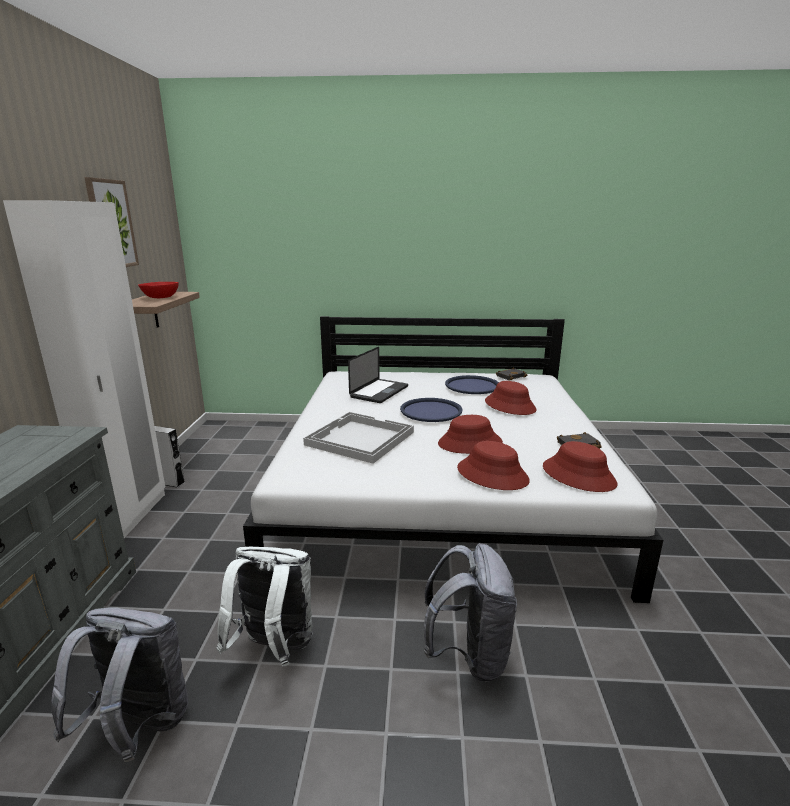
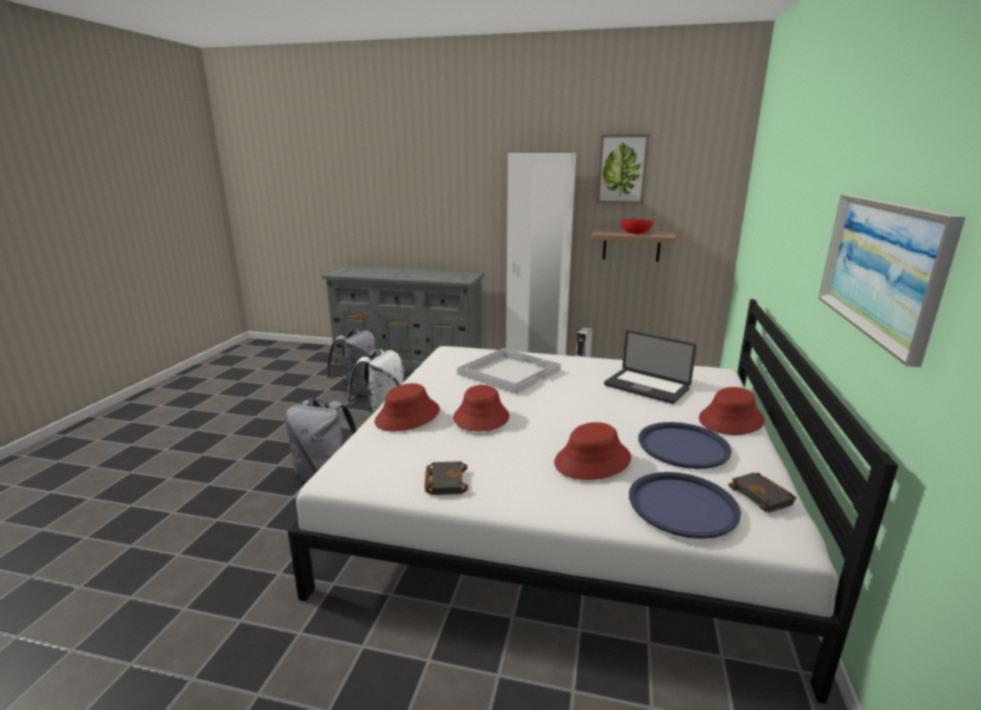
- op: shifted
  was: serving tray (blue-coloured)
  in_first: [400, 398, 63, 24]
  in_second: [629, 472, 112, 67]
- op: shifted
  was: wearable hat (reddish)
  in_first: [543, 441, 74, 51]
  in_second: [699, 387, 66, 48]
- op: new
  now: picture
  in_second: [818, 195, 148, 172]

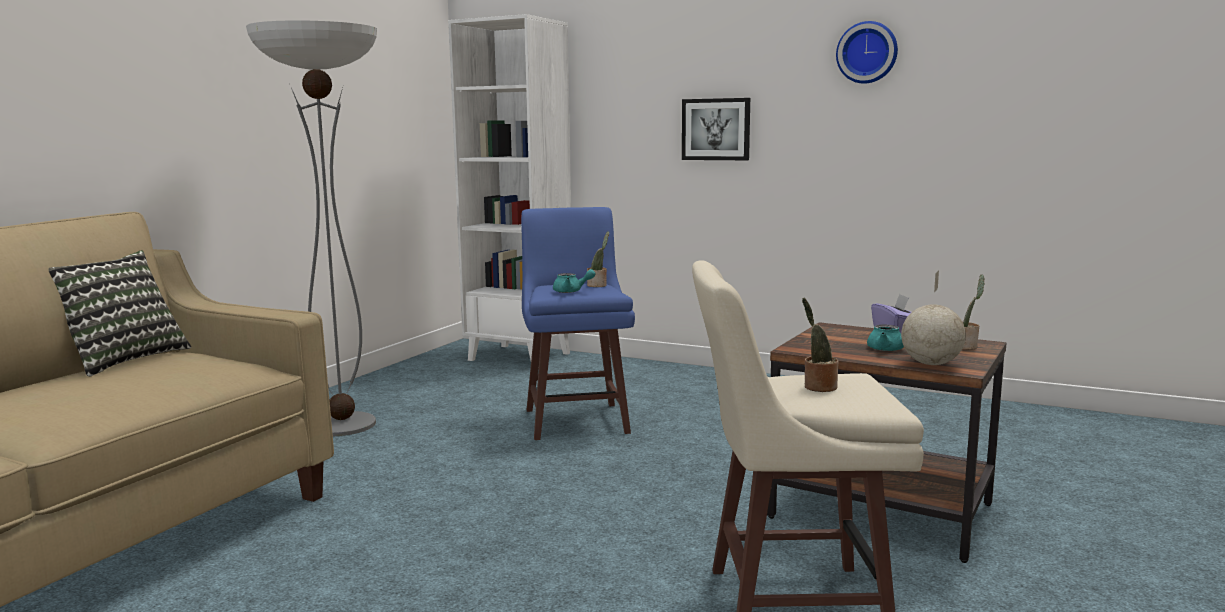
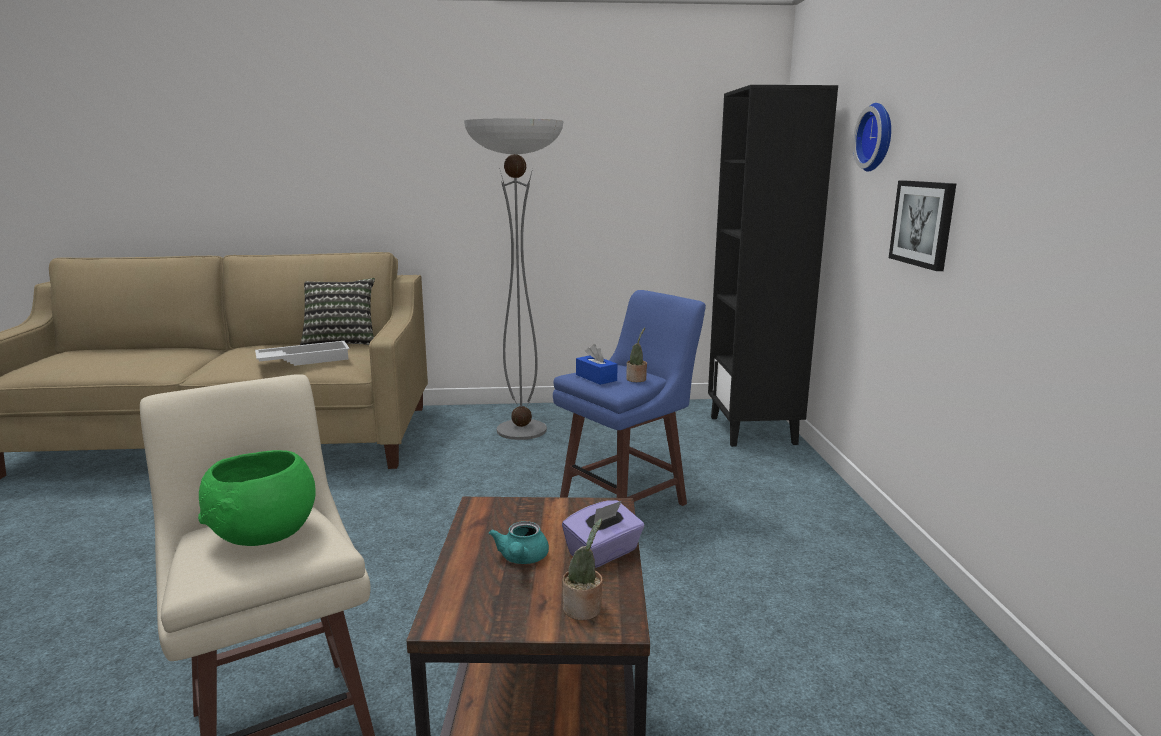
- op: repainted
  was: bookshelf (whitish)
  now: bookshelf (black)
  in_first: [448, 14, 123, 355]
  in_second: [708, 85, 130, 362]
- op: swapped
  was: teapot (turquoise)
  now: tissue box (blue-coloured)
  in_first: [553, 269, 43, 24]
  in_second: [576, 344, 42, 41]
- op: swapped
  was: houseplant
  now: bowl (green)
  in_first: [802, 298, 37, 94]
  in_second: [198, 450, 118, 96]
- op: shifted
  was: clock on the wall
  in_first: [836, 21, 62, 63]
  in_second: [853, 103, 38, 68]
- op: gone
  was: world globe
  in_first: [901, 270, 65, 95]
- op: new
  now: serving tray (whitish)
  in_second: [255, 341, 95, 25]

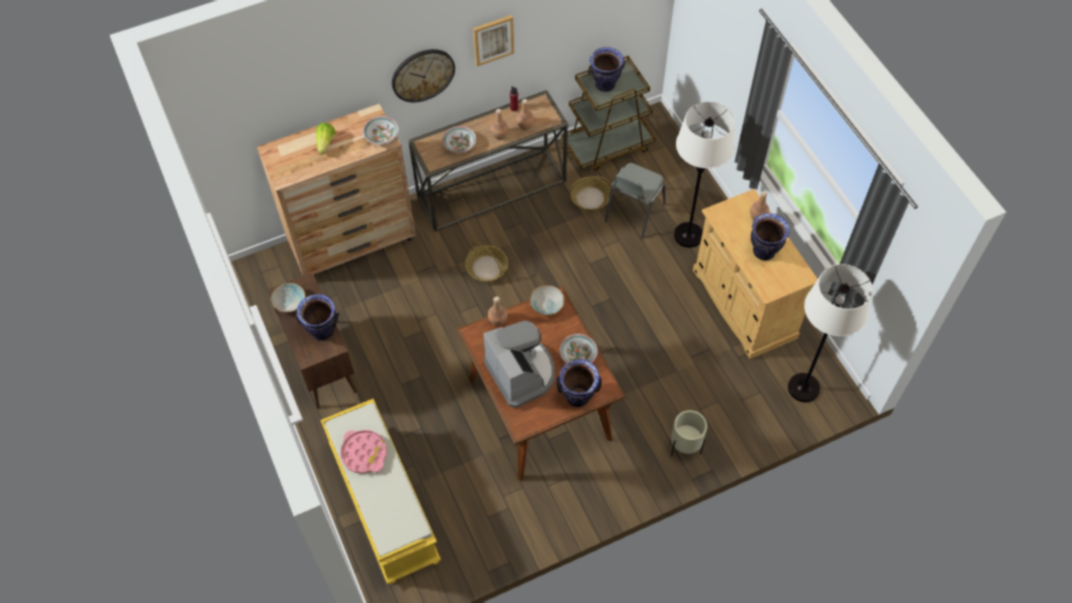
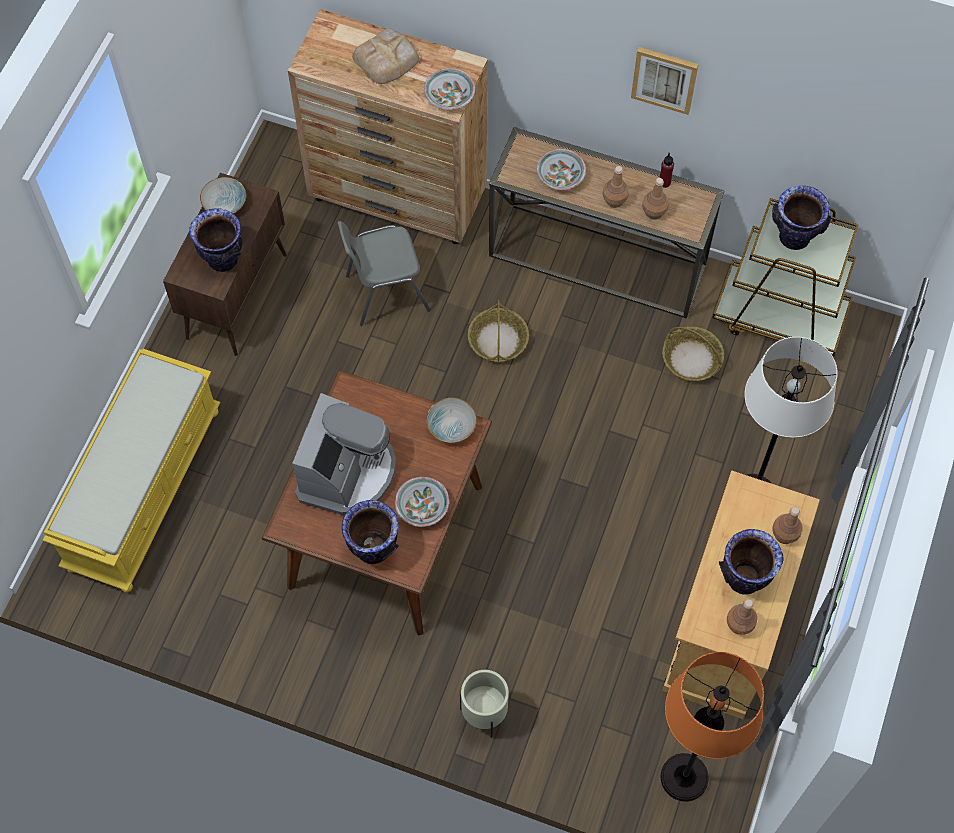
- op: swapped
  was: head of lettuce
  now: bread
  in_first: [316, 123, 19, 31]
  in_second: [352, 28, 67, 56]
- op: gone
  was: serving tray (pink-coloured)
  in_first: [340, 430, 47, 44]
- op: gone
  was: clock on the wall
  in_first: [392, 49, 63, 53]
- op: shifted
  was: drink bottle (brownish)
  in_first: [488, 296, 20, 30]
  in_second: [727, 599, 30, 36]
- op: shifted
  was: upright chair (greyish)
  in_first: [605, 163, 61, 75]
  in_second: [338, 221, 93, 105]
- op: repainted
  was: floor lamp (whitish)
  now: floor lamp (orange)
  in_first: [788, 264, 85, 138]
  in_second: [661, 652, 103, 150]

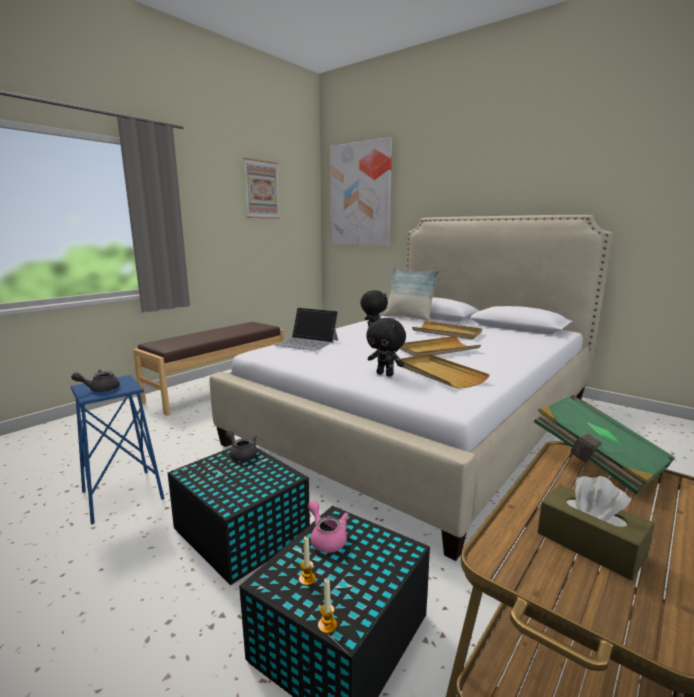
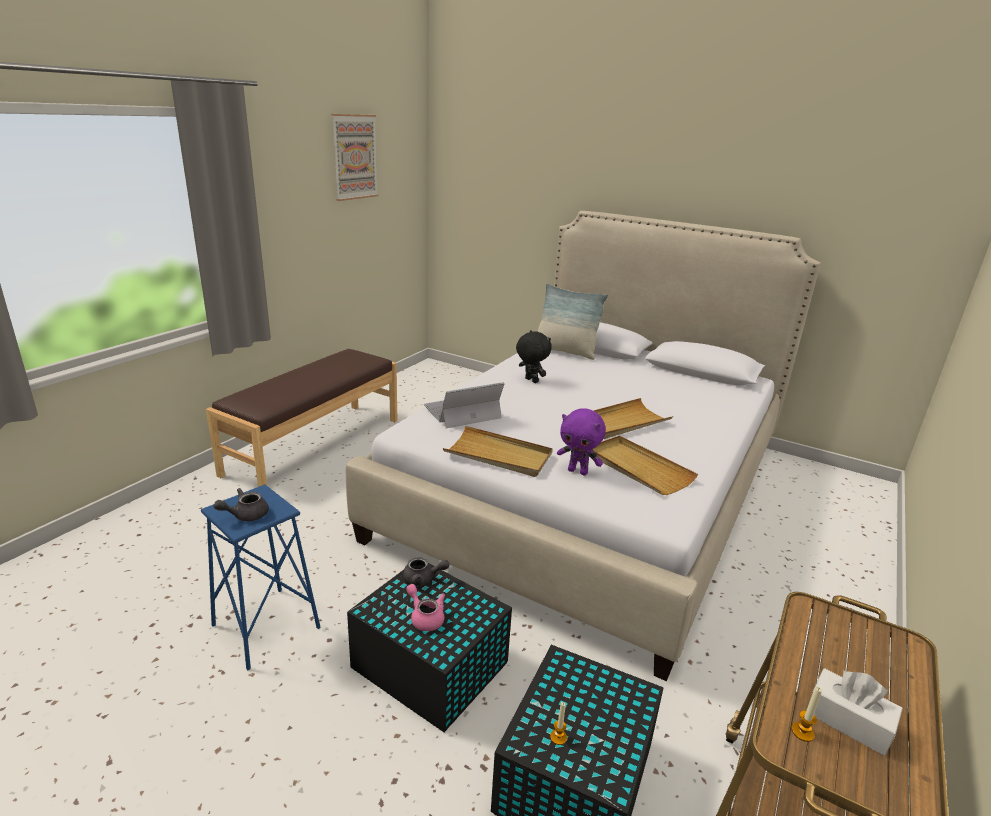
- op: rotated
  was: teapot (greyish)
  in_first: [226, 430, 31, 31]
  in_second: [403, 557, 46, 29]
  clockwise: 150
- op: rotated
  was: notebook computer
  in_first: [275, 307, 64, 44]
  in_second: [424, 382, 81, 46]
  clockwise: 135
- op: shifted
  was: teapot (pink-coloured)
  in_first: [308, 500, 41, 53]
  in_second: [406, 584, 39, 47]
- op: shifted
  was: wax light
  in_first: [318, 578, 19, 56]
  in_second: [791, 687, 31, 55]
- op: gone
  was: picture
  in_first: [330, 137, 62, 109]
- op: repainted
  was: cuddly toy (black)
  now: cuddly toy (purple)
  in_first: [366, 318, 40, 59]
  in_second: [557, 408, 49, 67]
- op: shifted
  was: serving tray (beige-coloured)
  in_first: [412, 321, 70, 19]
  in_second: [443, 426, 110, 51]
- op: gone
  was: book (green)
  in_first: [534, 395, 141, 100]
- op: repainted
  was: tissue box (brownish)
  now: tissue box (whitish)
  in_first: [537, 476, 117, 105]
  in_second: [806, 668, 97, 88]

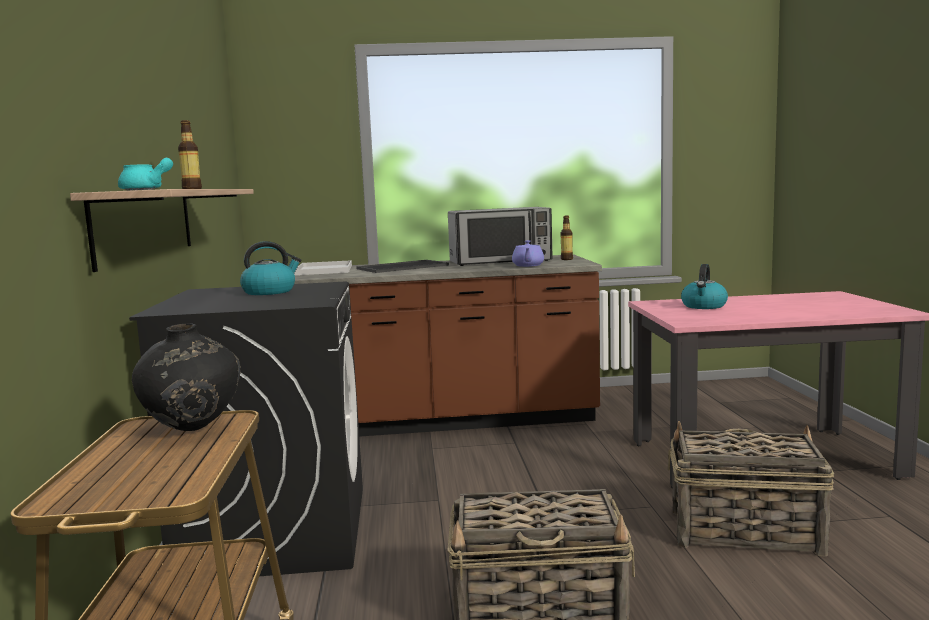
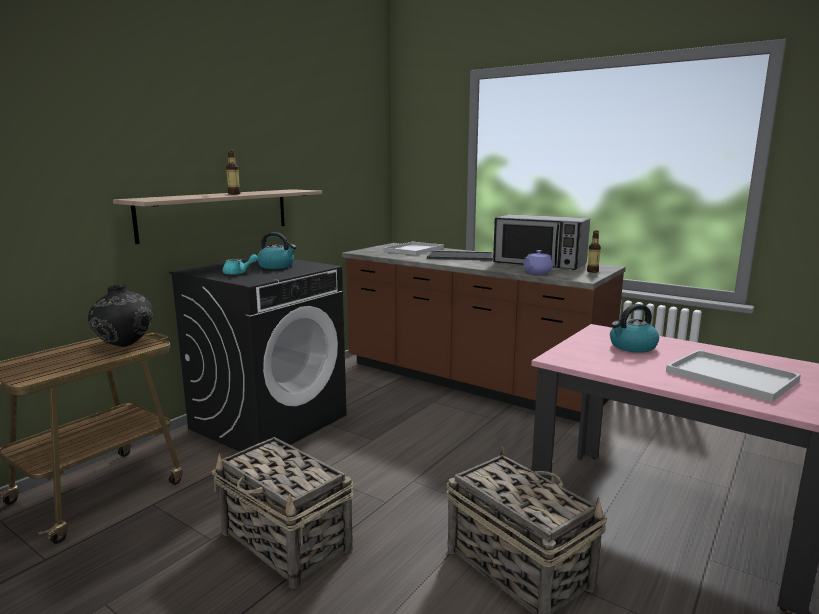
- op: shifted
  was: teapot (turquoise)
  in_first: [118, 158, 55, 33]
  in_second: [223, 254, 35, 21]
- op: new
  now: serving tray (whitish)
  in_second: [666, 350, 135, 52]

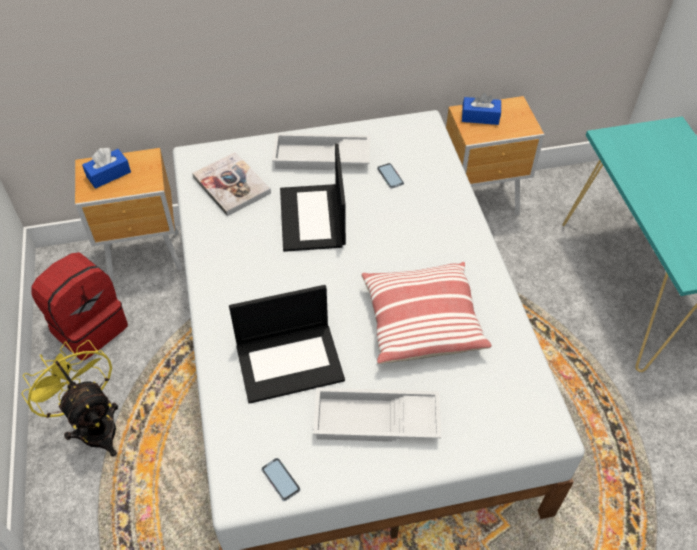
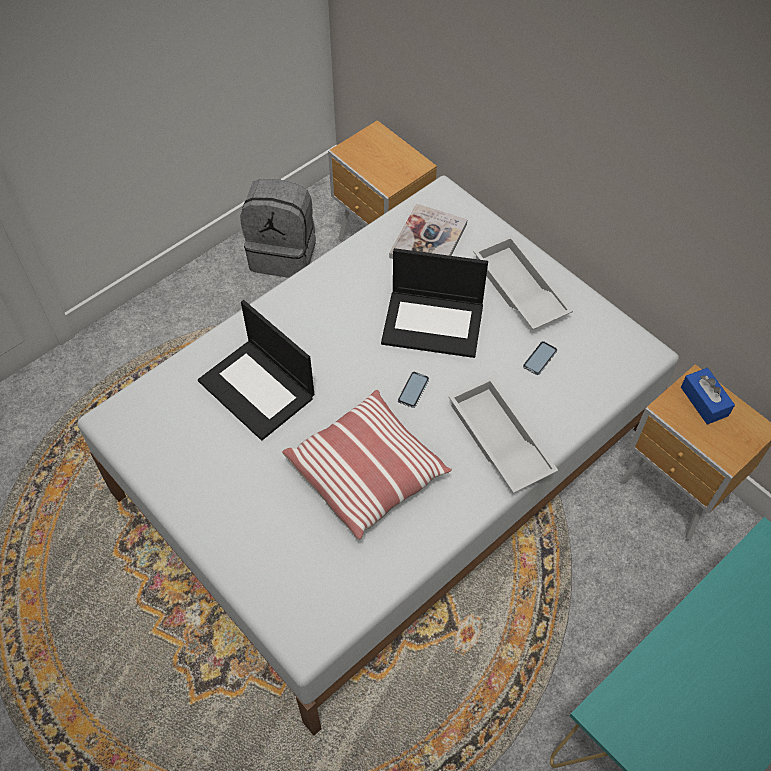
- op: gone
  was: cooling fan (yellow)
  in_first: [22, 340, 96, 117]
- op: repainted
  was: backpack (reddish)
  now: backpack (greyish)
  in_first: [31, 252, 97, 108]
  in_second: [240, 179, 76, 99]
- op: gone
  was: tissue box (blue-coloured)
  in_first: [82, 147, 49, 42]
- op: shifted
  was: handset
  in_first: [262, 458, 38, 43]
  in_second: [398, 372, 31, 36]
- op: rotated
  was: notebook computer
  in_first: [280, 143, 66, 109]
  in_second: [381, 248, 107, 110]
  clockwise: -135
- op: shifted
  was: serving tray (whitish)
  in_first: [313, 388, 128, 54]
  in_second: [449, 376, 109, 117]

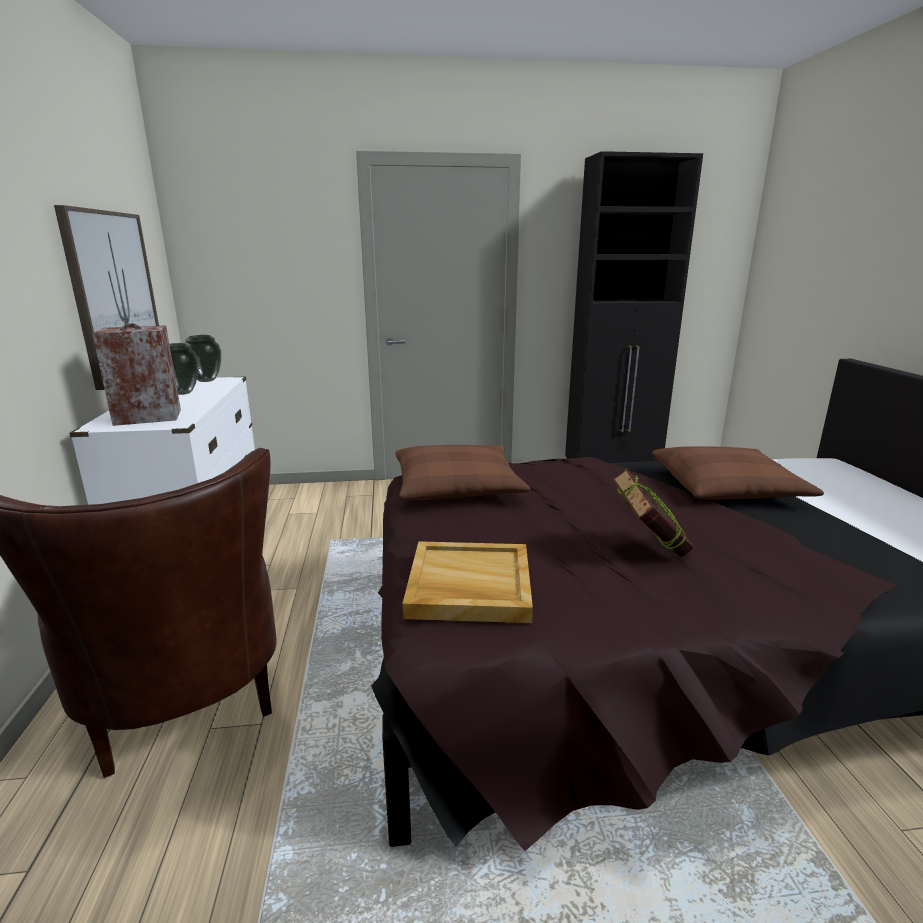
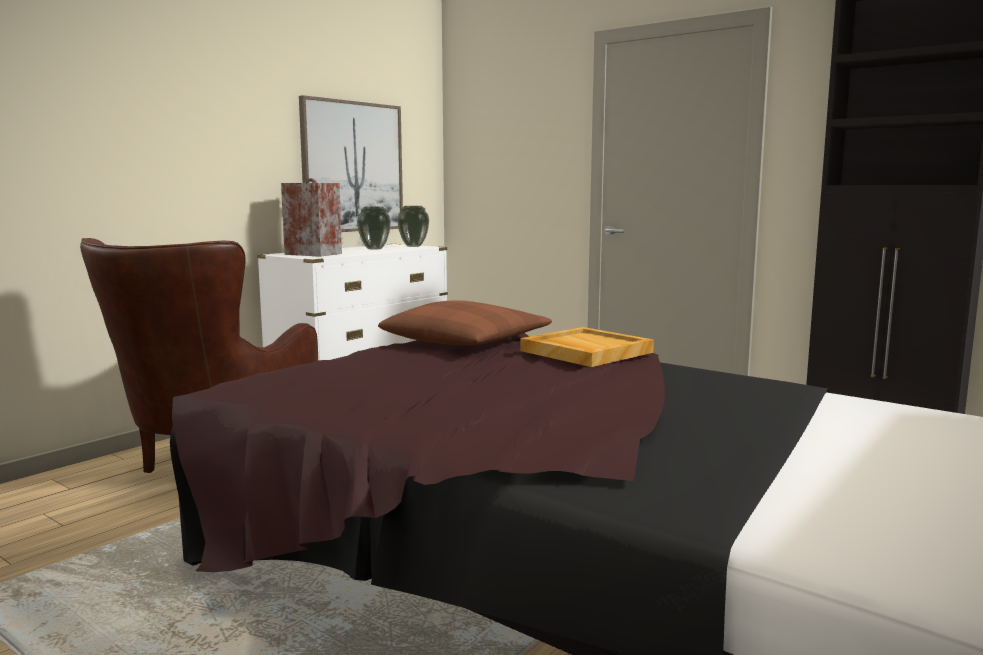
- op: shifted
  was: serving tray (beige-coloured)
  in_first: [402, 541, 131, 82]
  in_second: [521, 327, 133, 40]
- op: gone
  was: book
  in_first: [612, 468, 82, 90]
- op: gone
  was: cushion (brownish)
  in_first: [652, 446, 172, 54]

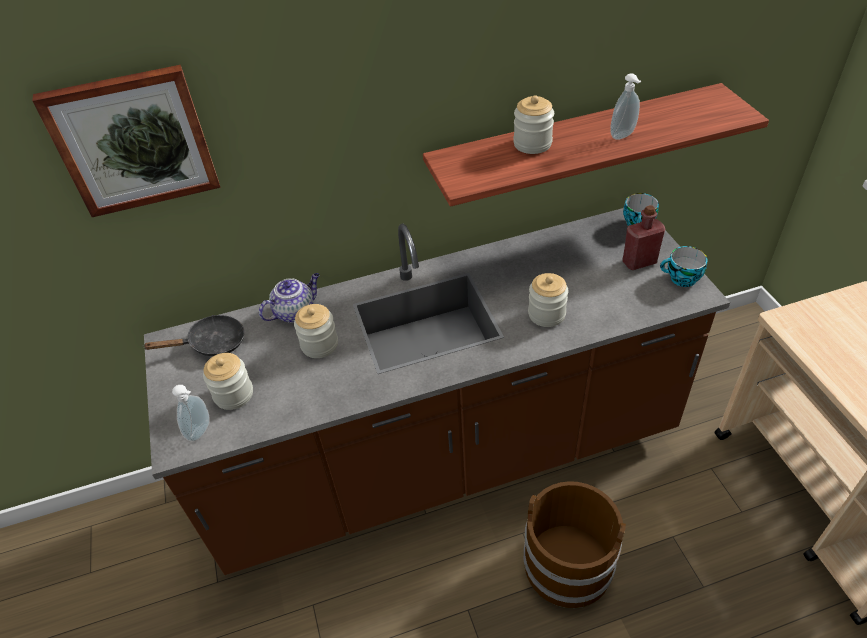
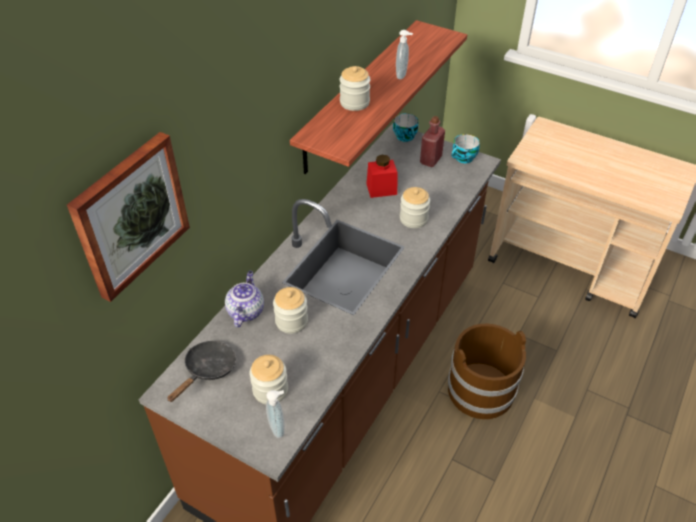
- op: new
  now: storage jar (reddish)
  in_second: [366, 155, 31, 43]

